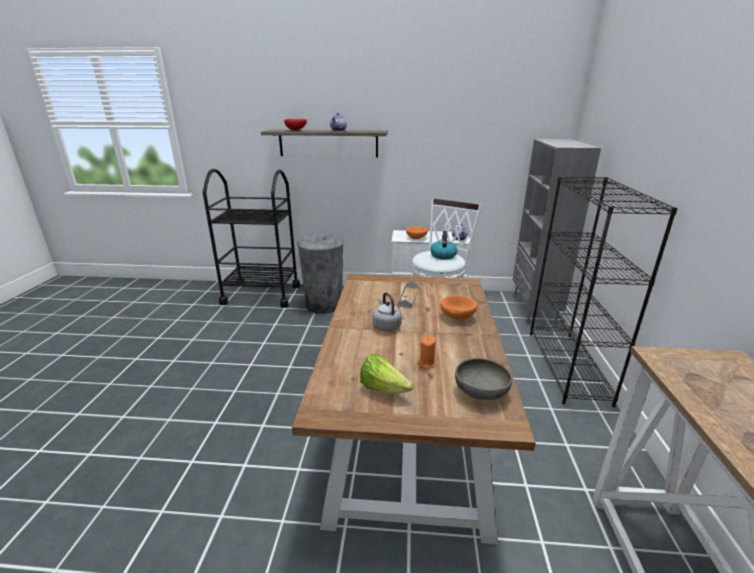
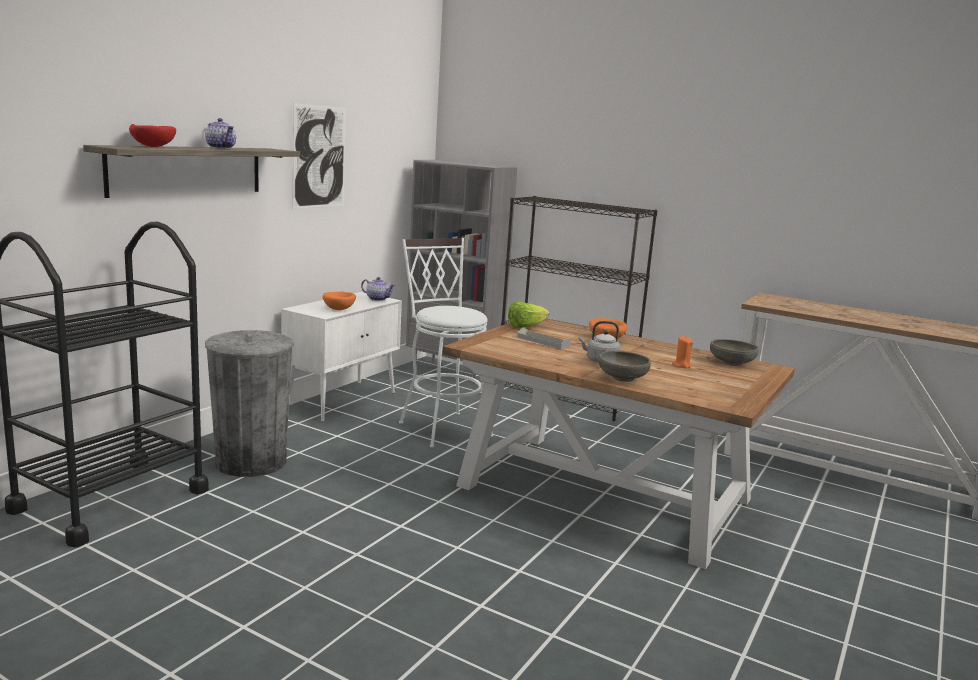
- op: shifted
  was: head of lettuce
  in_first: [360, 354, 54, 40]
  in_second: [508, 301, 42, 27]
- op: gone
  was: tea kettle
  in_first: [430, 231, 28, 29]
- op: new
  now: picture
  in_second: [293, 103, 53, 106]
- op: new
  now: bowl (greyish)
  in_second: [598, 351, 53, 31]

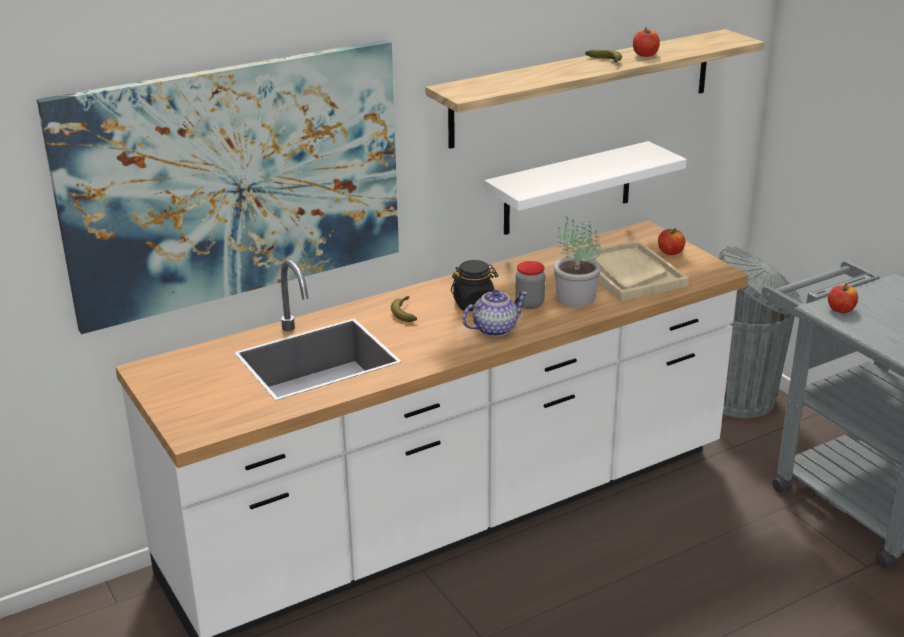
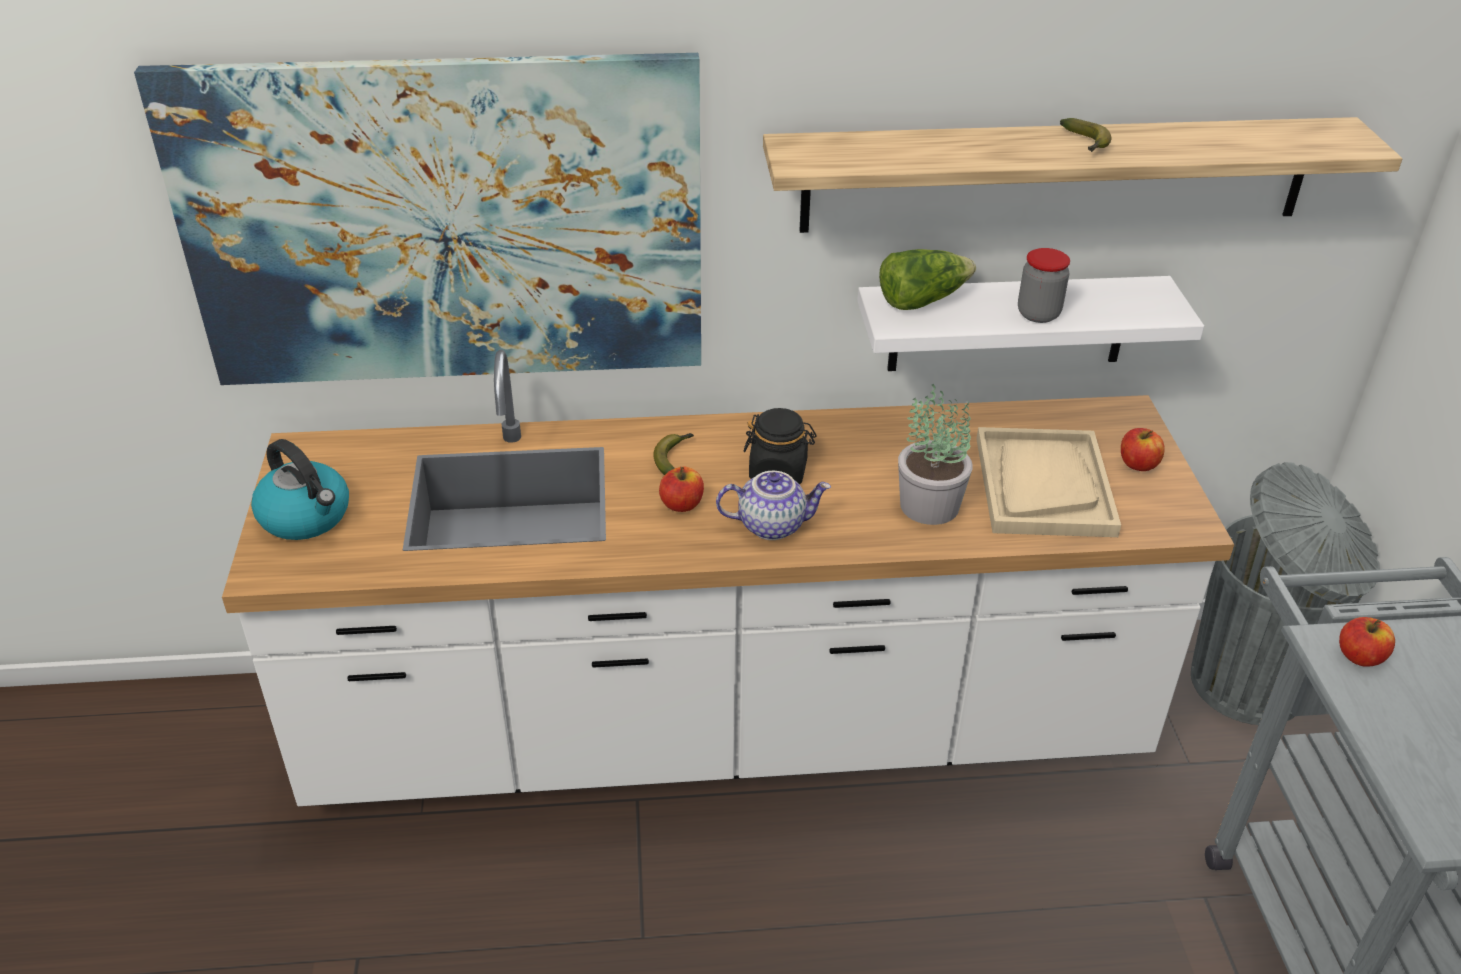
- op: shifted
  was: storage jar
  in_first: [515, 261, 30, 48]
  in_second: [1018, 248, 52, 75]
- op: shifted
  was: whole apple
  in_first: [633, 27, 27, 30]
  in_second: [659, 467, 45, 45]
- op: new
  now: tea kettle
  in_second: [251, 439, 98, 101]
- op: new
  now: head of lettuce
  in_second: [879, 249, 97, 61]

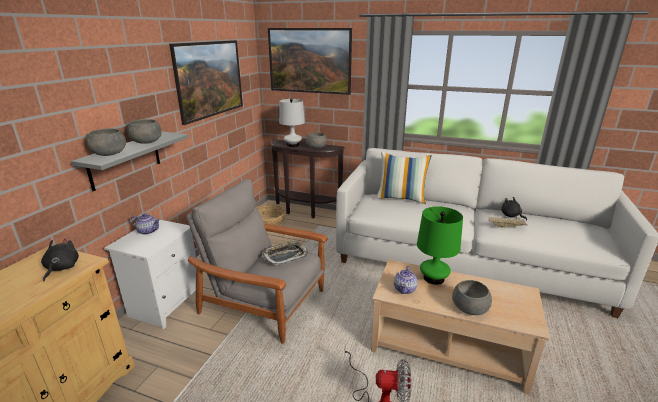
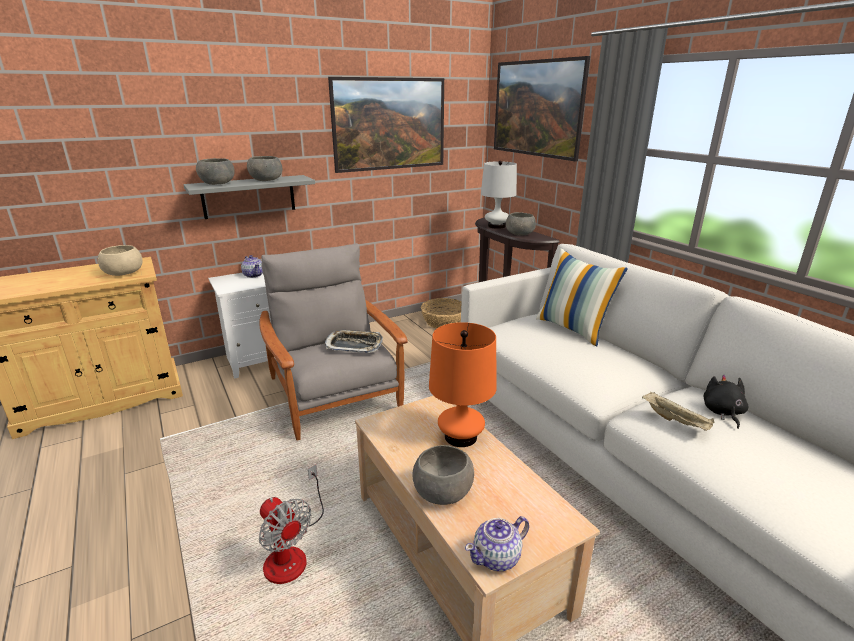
- op: swapped
  was: cuddly toy (black)
  now: bowl (beige-coloured)
  in_first: [41, 238, 38, 43]
  in_second: [98, 245, 45, 31]
- op: shifted
  was: teapot
  in_first: [394, 266, 23, 28]
  in_second: [465, 516, 64, 55]
- op: repainted
  was: tabletop lamp (green)
  now: tabletop lamp (orange)
  in_first: [417, 206, 46, 79]
  in_second: [429, 322, 68, 125]

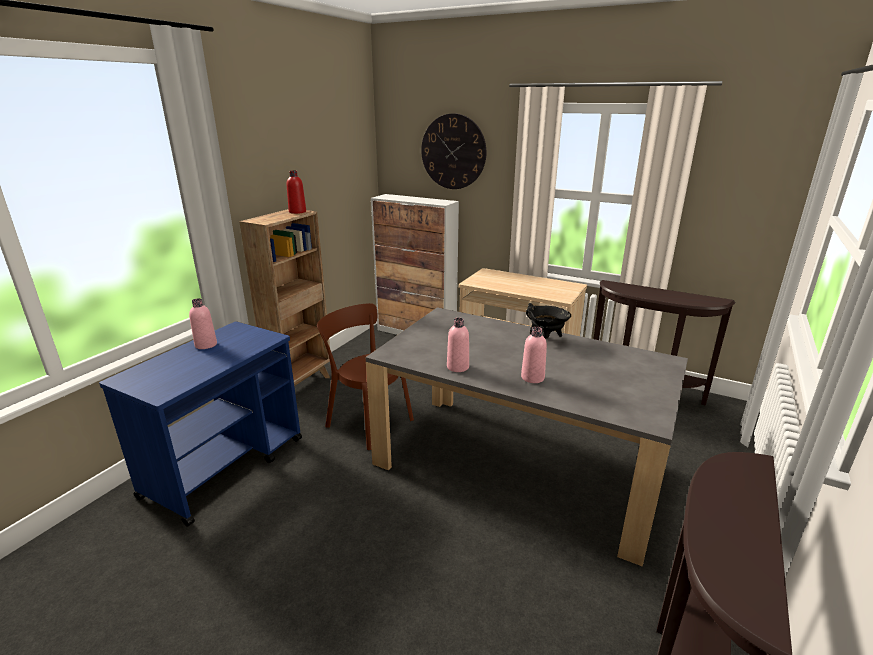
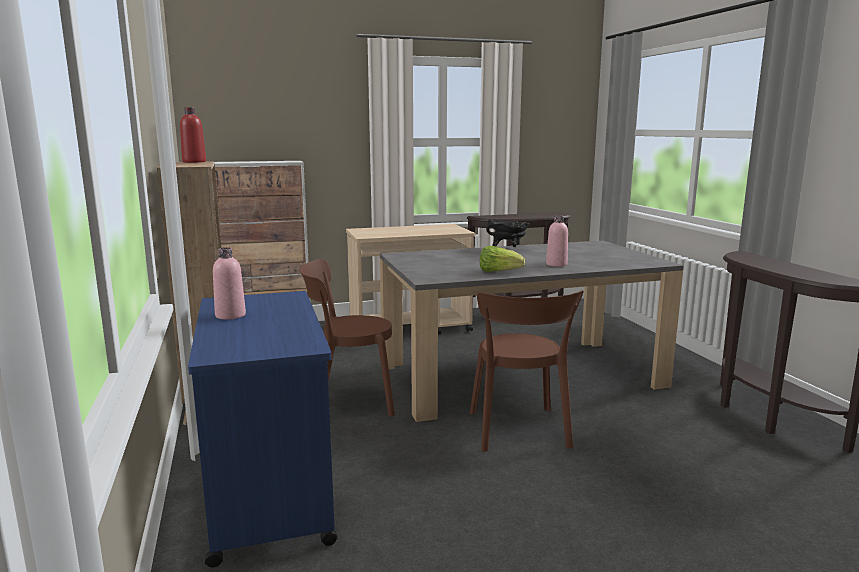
- op: gone
  was: clock on the wall
  in_first: [421, 113, 65, 76]
- op: swapped
  was: drink bottle (pink-coloured)
  now: head of lettuce
  in_first: [447, 318, 22, 54]
  in_second: [480, 246, 45, 26]
- op: new
  now: upright chair (brownish)
  in_second: [470, 290, 114, 162]

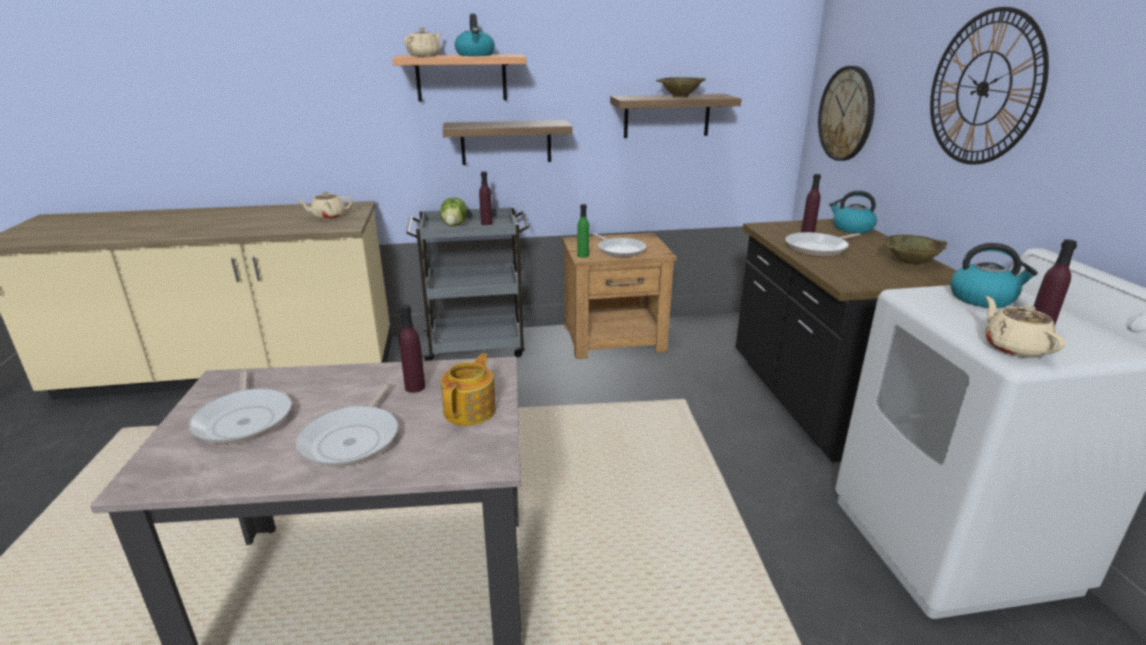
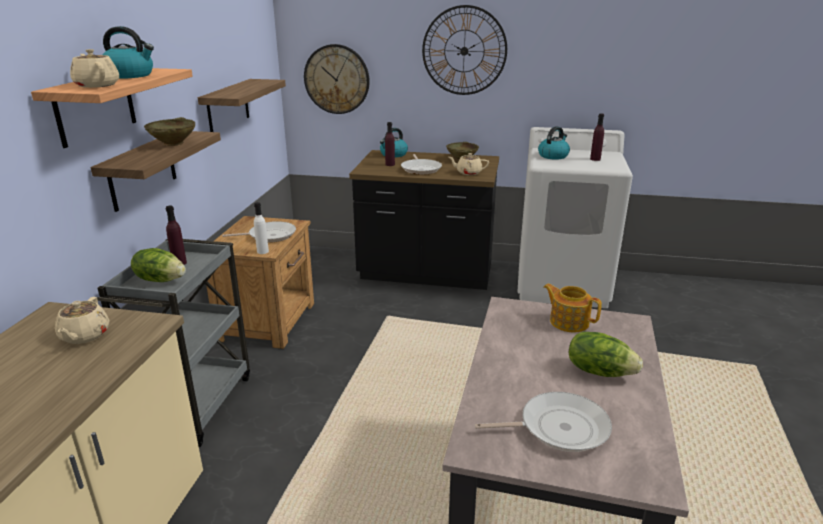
- op: swapped
  was: pan
  now: head of lettuce
  in_first: [296, 382, 102, 85]
  in_second: [569, 332, 74, 45]
- op: gone
  was: drink bottle (purple)
  in_first: [399, 304, 26, 89]
- op: repainted
  was: drink bottle (green)
  now: drink bottle (whitish)
  in_first: [577, 204, 12, 54]
  in_second: [254, 202, 15, 52]
- op: shifted
  was: bowl (beige-coloured)
  in_first: [656, 77, 50, 21]
  in_second: [144, 117, 51, 29]
- op: shifted
  was: teapot (beige-coloured)
  in_first: [985, 296, 80, 62]
  in_second: [449, 153, 40, 22]

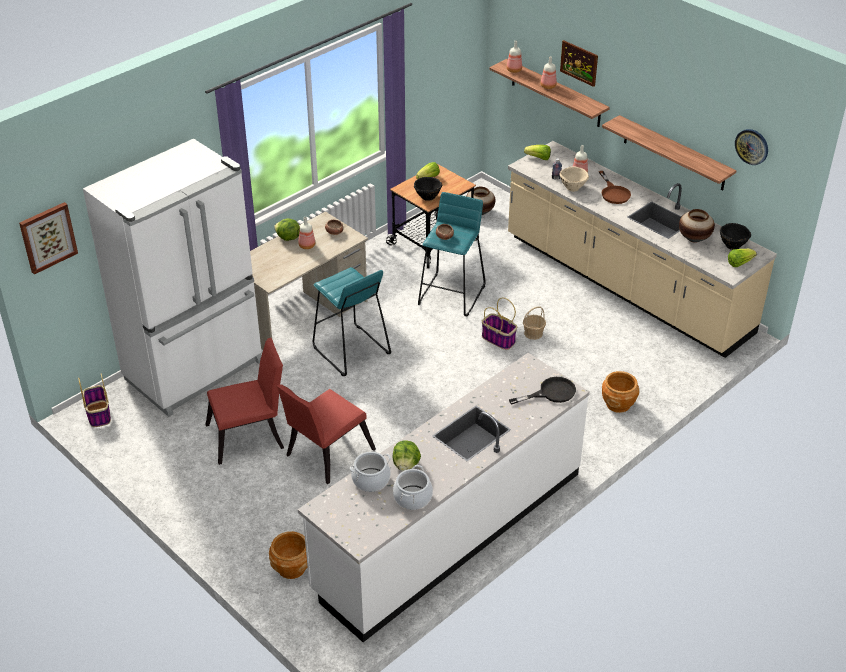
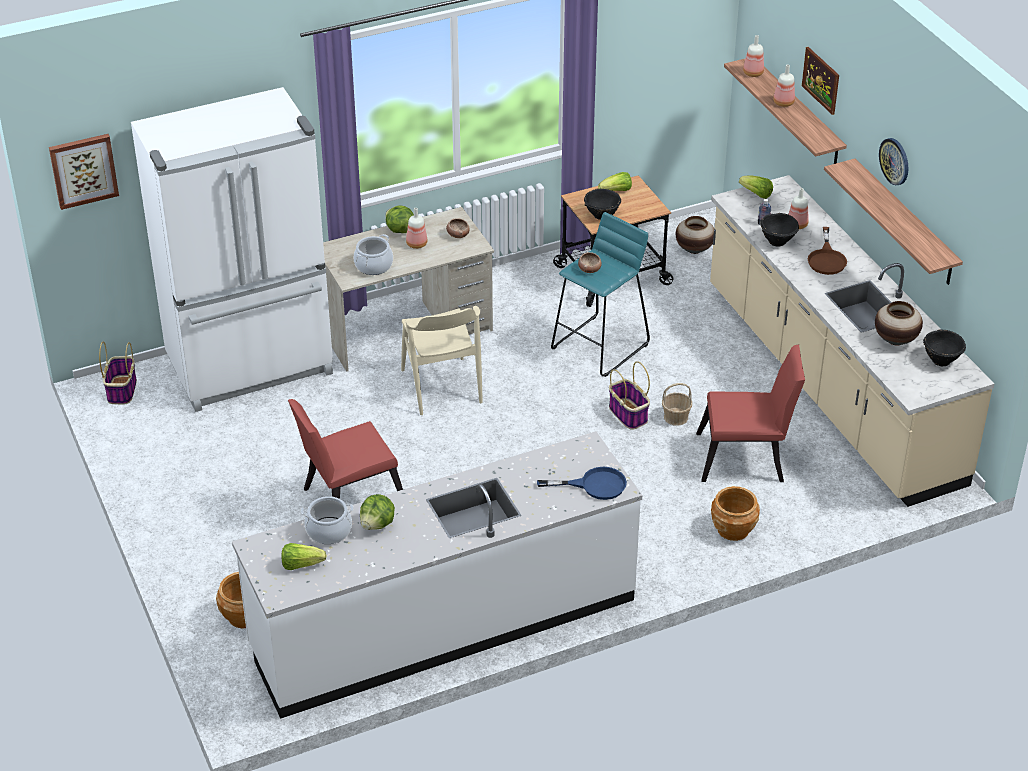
- op: shifted
  was: upright chair (reddish)
  in_first: [205, 338, 79, 127]
  in_second: [696, 345, 109, 137]
- op: swapped
  was: sitting stool (turquoise)
  now: upright chair (beige-coloured)
  in_first: [313, 267, 78, 109]
  in_second: [401, 306, 82, 109]
- op: shifted
  was: cooking pot
  in_first: [393, 465, 40, 45]
  in_second: [354, 234, 39, 41]
- op: repainted
  was: pan (black)
  now: pan (blue-coloured)
  in_first: [509, 377, 67, 28]
  in_second: [537, 467, 90, 33]
- op: repainted
  was: bowl (beige-coloured)
  now: bowl (black)
  in_first: [559, 167, 30, 25]
  in_second: [760, 213, 39, 34]
- op: shifted
  was: head of lettuce
  in_first: [728, 249, 29, 18]
  in_second: [281, 543, 46, 27]
- op: shifted
  was: clock on the wall
  in_first: [735, 129, 33, 36]
  in_second: [879, 138, 29, 47]

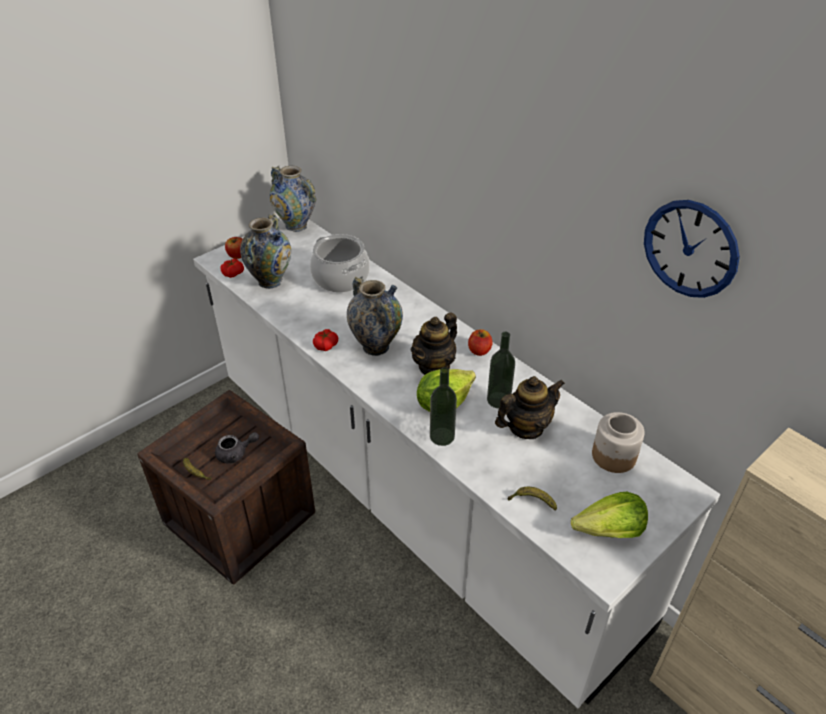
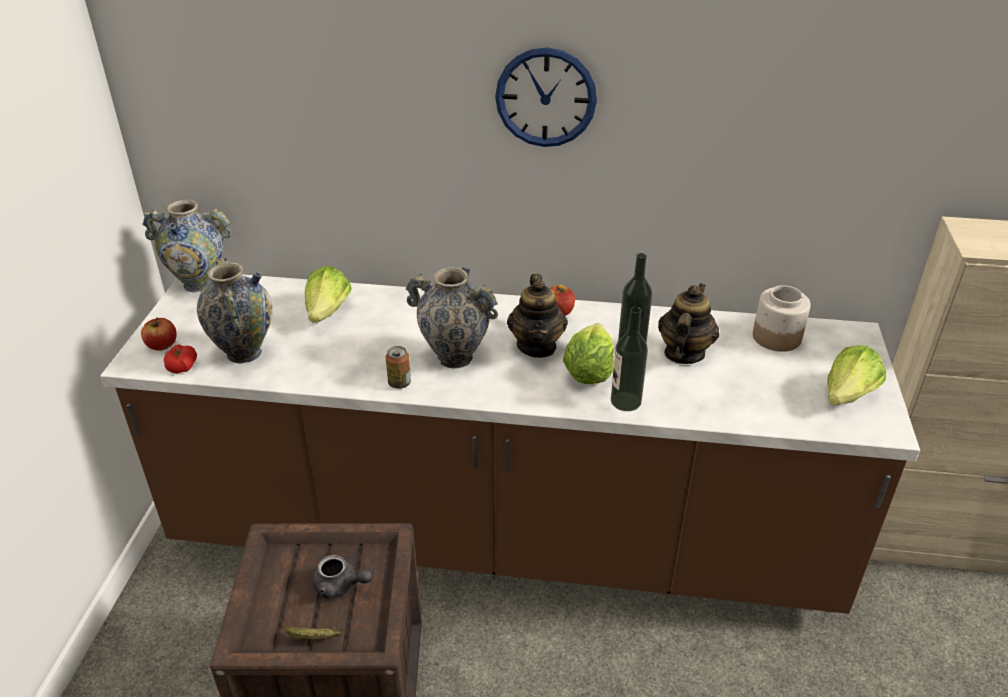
- op: repainted
  was: counter (whitish)
  now: counter (brownish)
  in_first: [193, 220, 527, 488]
  in_second: [100, 274, 820, 340]
- op: rotated
  was: teapot (greyish)
  in_first: [215, 432, 44, 32]
  in_second: [312, 555, 61, 43]
  clockwise: 75
- op: swapped
  was: cooking pot
  now: head of lettuce
  in_first: [310, 234, 60, 58]
  in_second: [305, 265, 47, 58]
- op: swapped
  was: tomato
  now: metal can
  in_first: [313, 329, 25, 22]
  in_second: [386, 346, 25, 43]
- op: gone
  was: banana fruit
  in_first: [508, 487, 49, 24]
- op: shifted
  was: clock on the wall
  in_first: [644, 200, 96, 98]
  in_second: [495, 47, 102, 100]

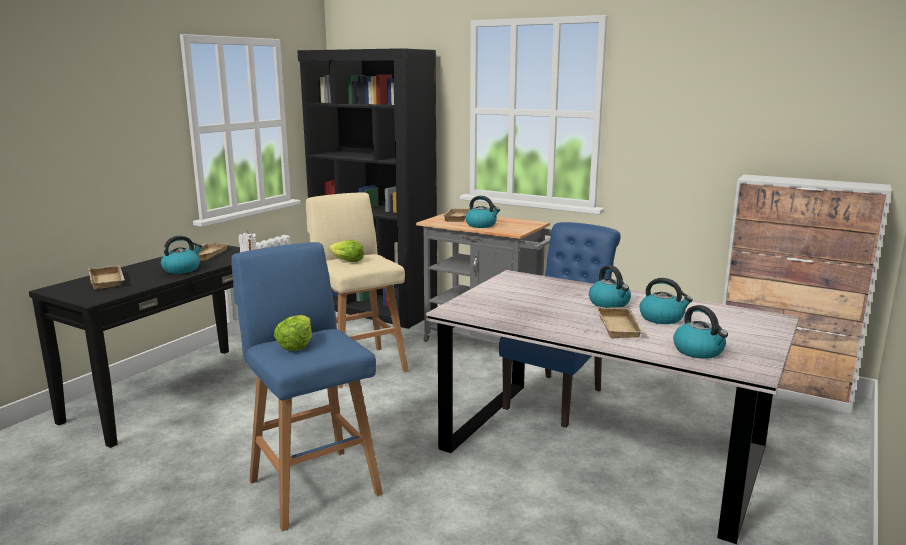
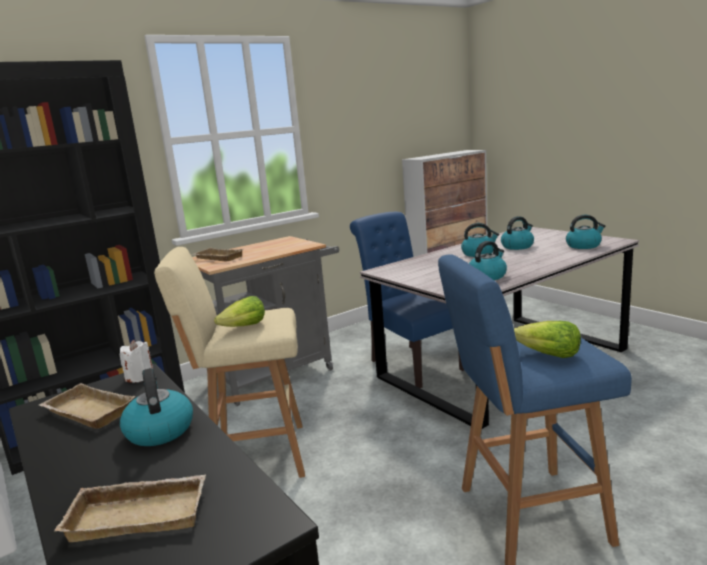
- op: shifted
  was: tea kettle
  in_first: [466, 196, 34, 32]
  in_second: [469, 241, 38, 39]
- op: gone
  was: serving tray (beige-coloured)
  in_first: [597, 306, 49, 33]

